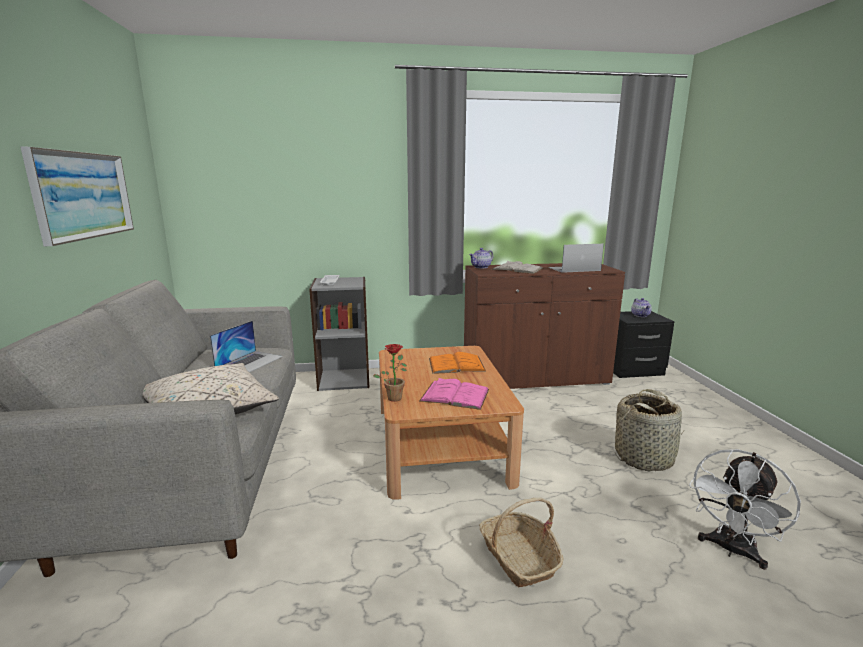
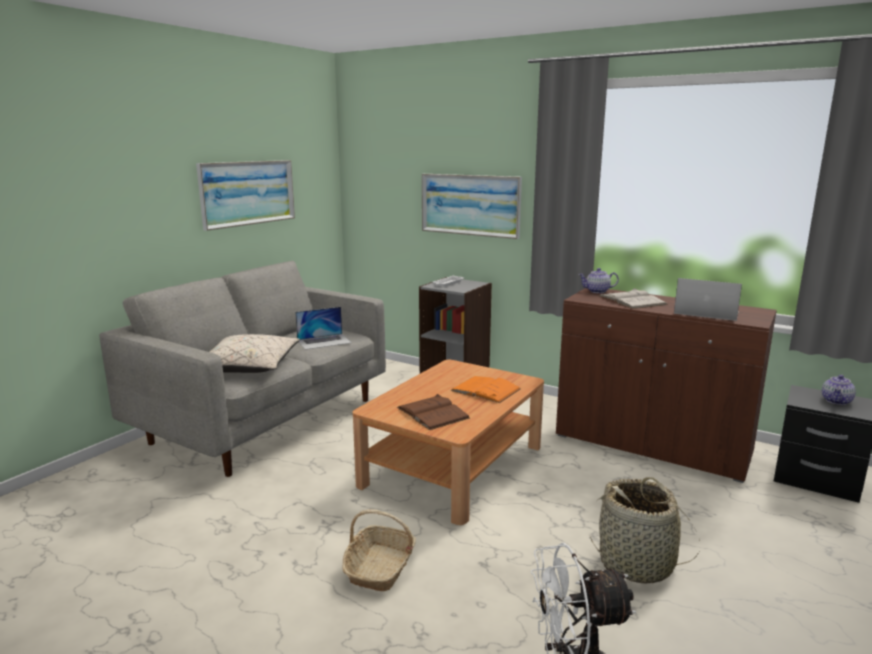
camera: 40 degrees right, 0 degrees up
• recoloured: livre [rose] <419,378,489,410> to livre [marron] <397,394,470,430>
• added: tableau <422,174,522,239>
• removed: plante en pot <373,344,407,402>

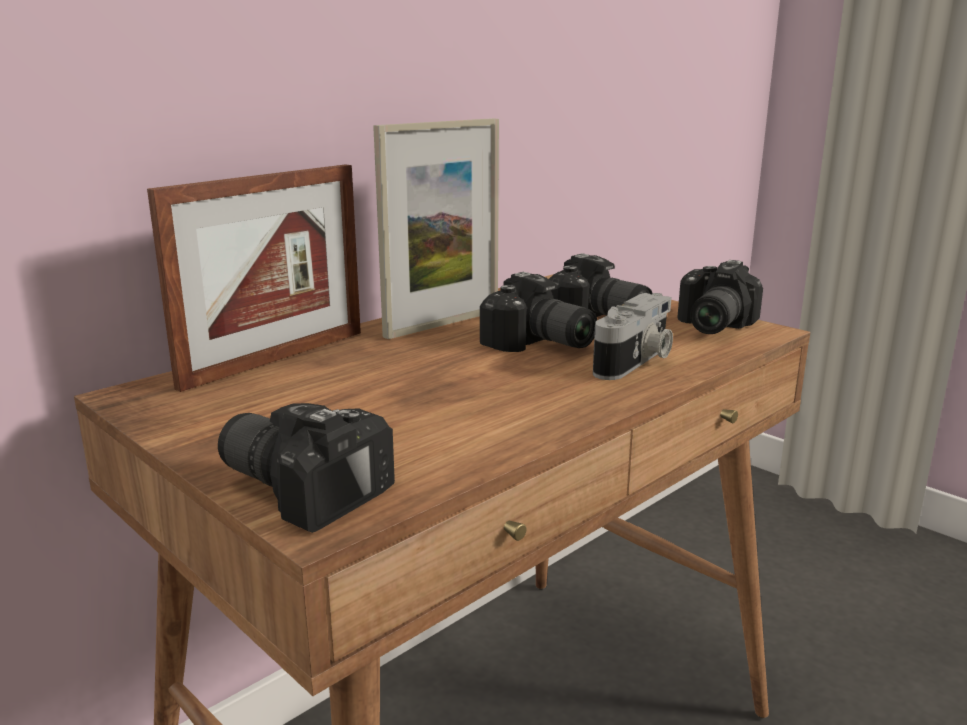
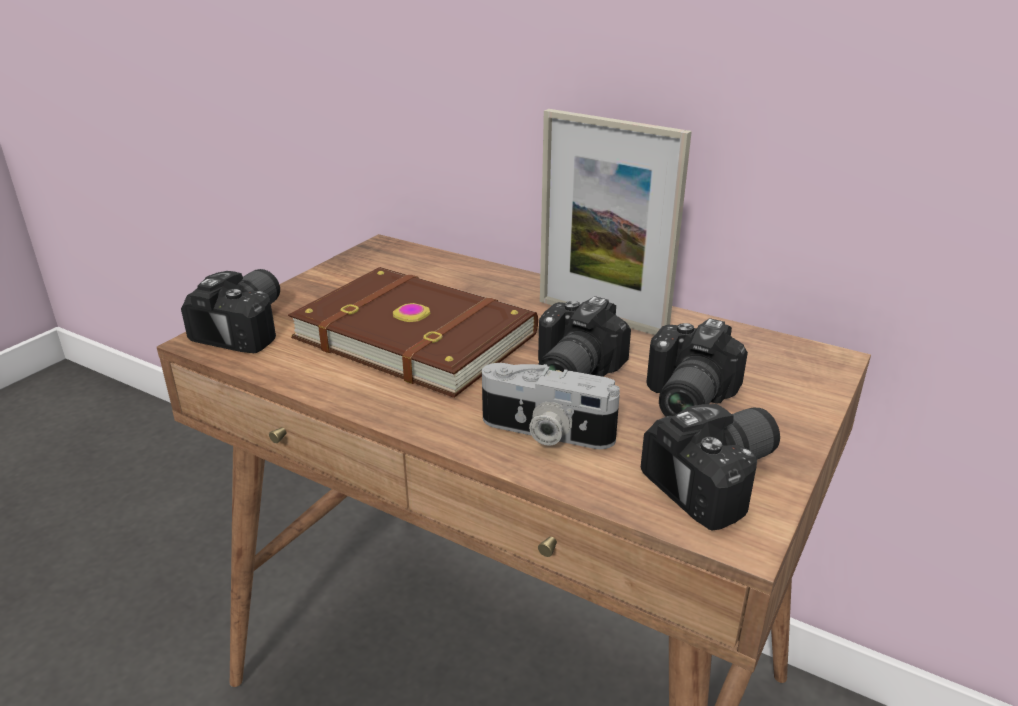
camera: 75 degrees right, 10 degrees up
• added: livre [marron] <288,267,538,398>
• turned: appareil photo <677,260,763,334> = <641,404,780,531> 135 degrees clockwise
• removed: cadre photo <147,165,361,392>

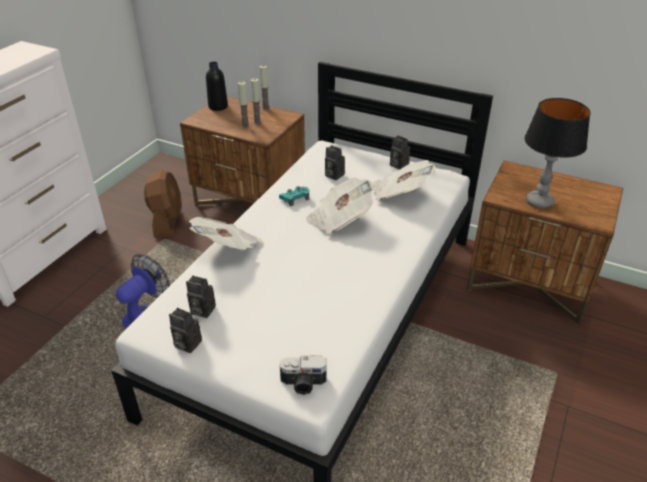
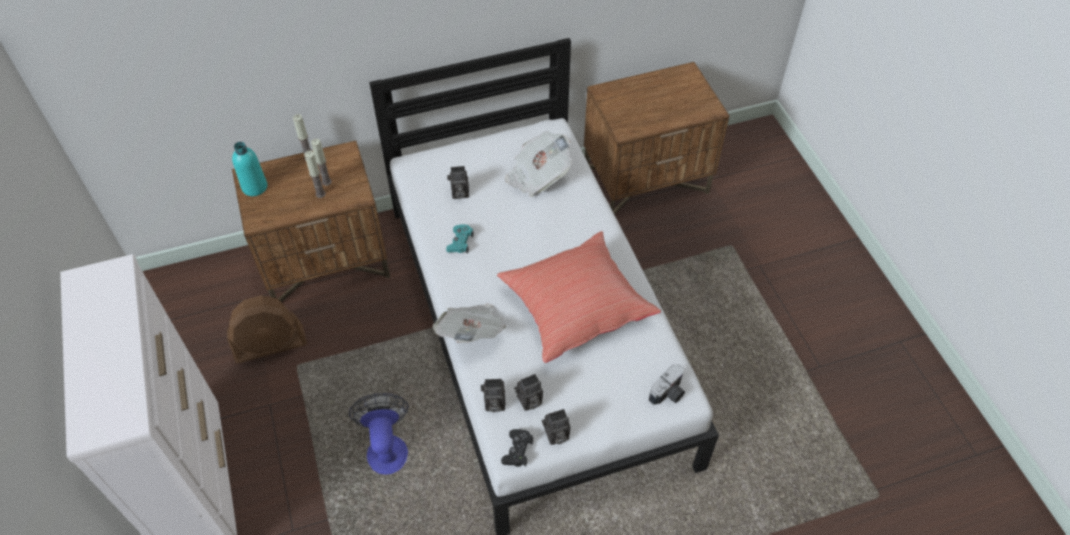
camera: 45 degrees left, 15 degrees up
• turned: ventilateur [marron] <144,170,182,237> = <227,295,307,363> 120 degrees clockwise
• recoloured: bouteille [noir] <206,62,228,111> to bouteille [turquoise] <232,142,267,196>
• moved: appareil photo <390,135,410,170> to <481,379,505,412>
• added: coussin [rouge] <497,231,661,363>
• added: manette [noir] <501,429,533,467>
• removed: journal <306,177,375,234>
• removed: lampe de table <524,98,590,209>

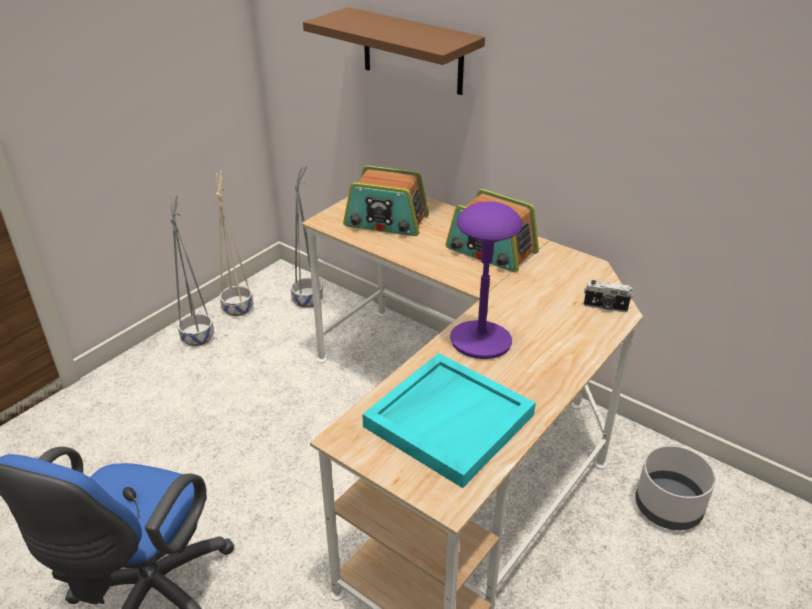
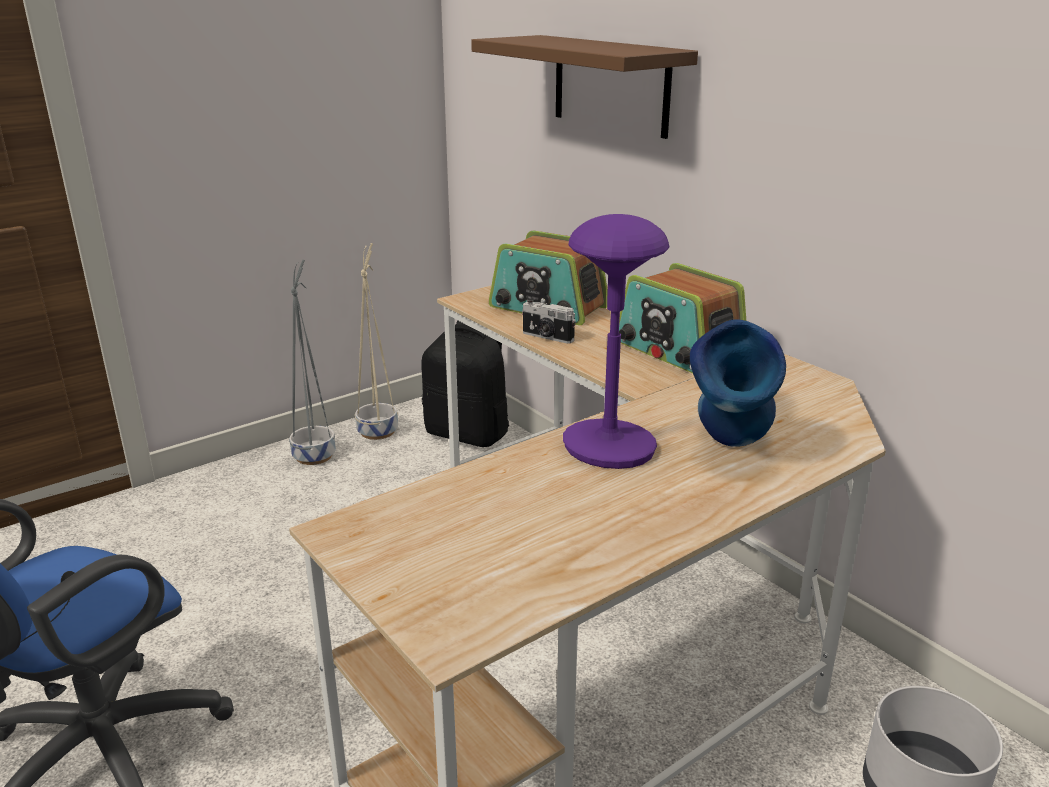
camera: 15 degrees right, 10 degrees down
• replaced: cache-pot [gris] <290,166,323,308> to sac à dos [noir] <421,321,509,447>
• moved: appareil photo <584,280,633,312> to <522,299,576,344>
• added: vase [bleu] <690,319,786,447>
• removed: plateau [turquoise] <362,353,536,488>

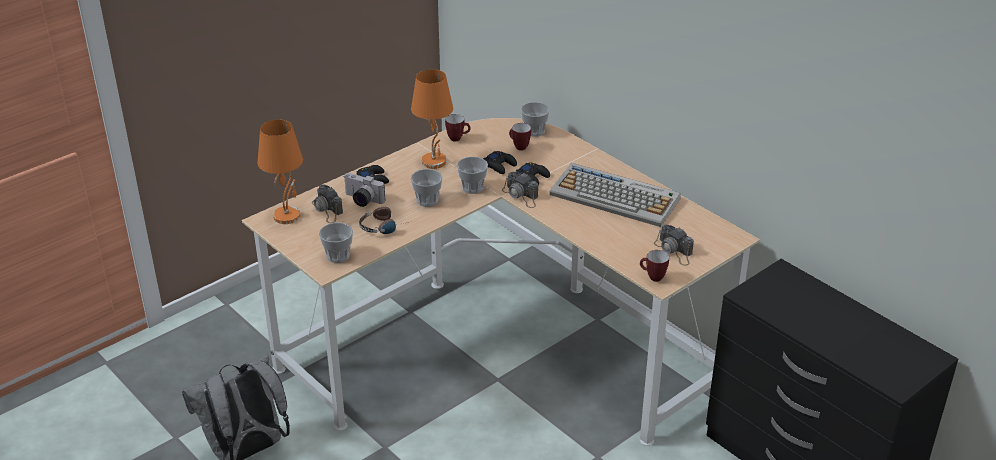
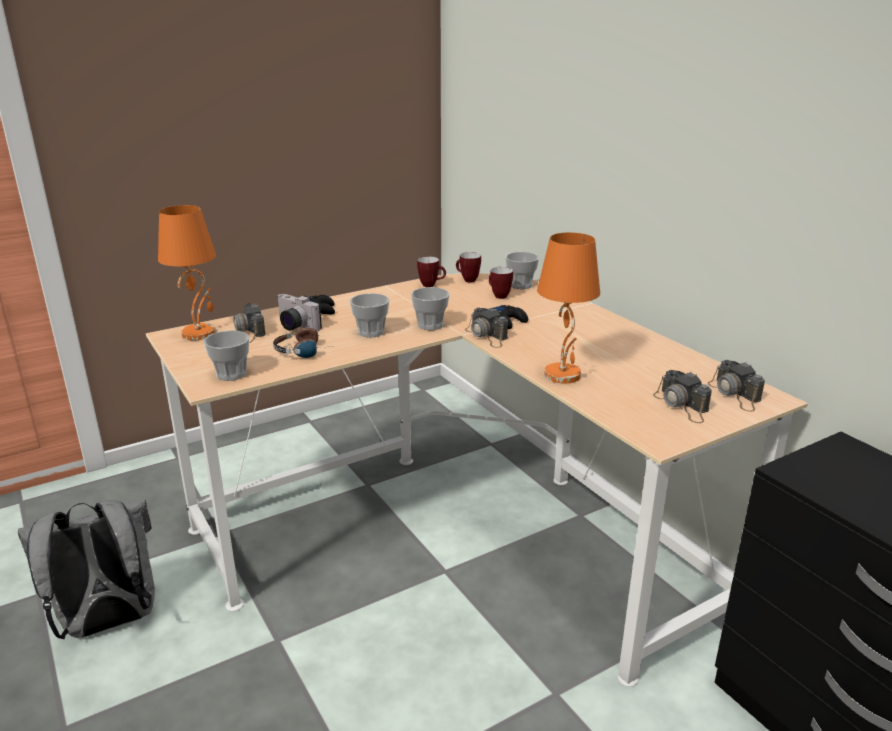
camera: 10 degrees right, 10 degrees down
• moved: mug <640,250,669,282> to <456,252,481,282>
• moved: lampe de table [orange] <411,69,453,169> to <537,232,600,384>
• added: appareil photo <707,360,765,412>
• removed: manette [noir] <483,151,517,174>
• removed: clavier <550,163,681,227>

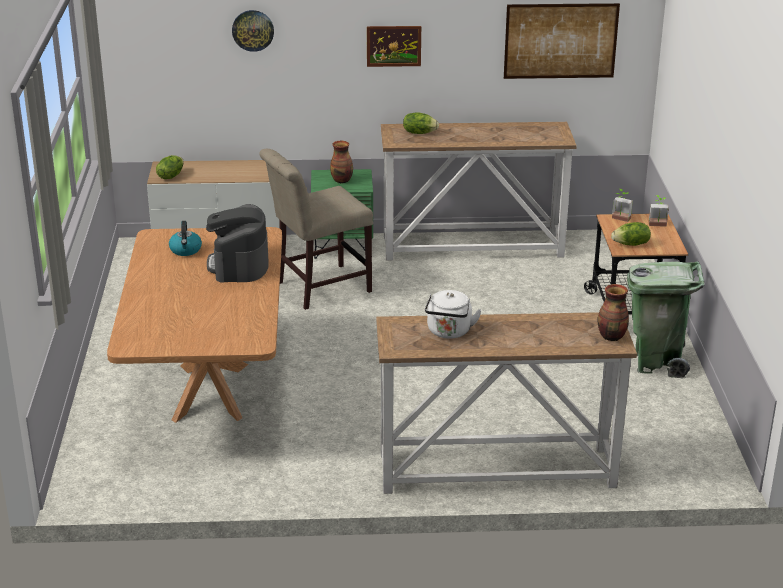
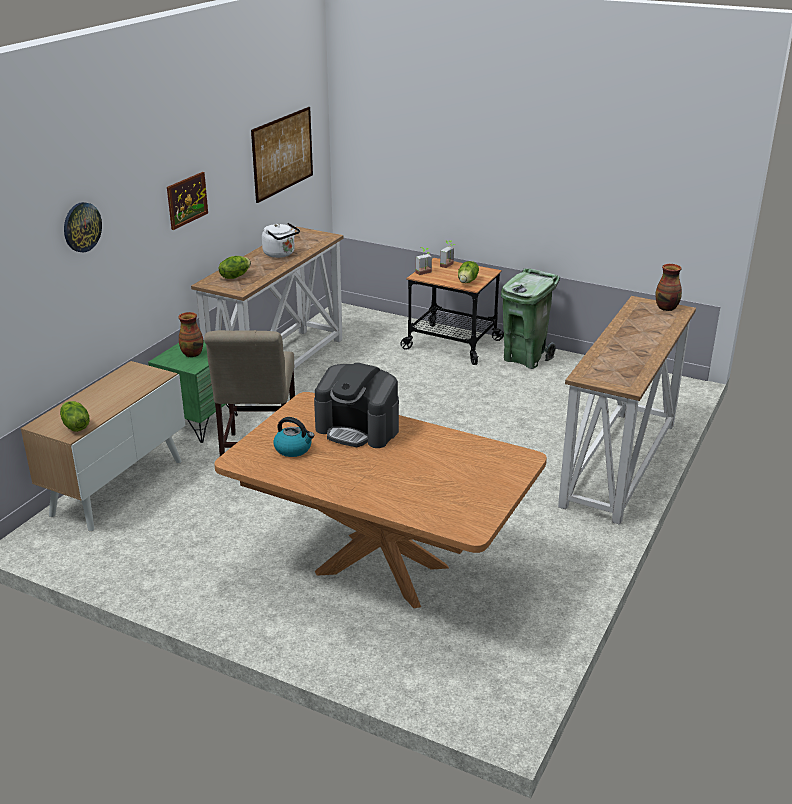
camera: 60 degrees left, 0 degrees up
• moved: bouilloire [blanc] <425,290,482,339> to <262,222,300,258>

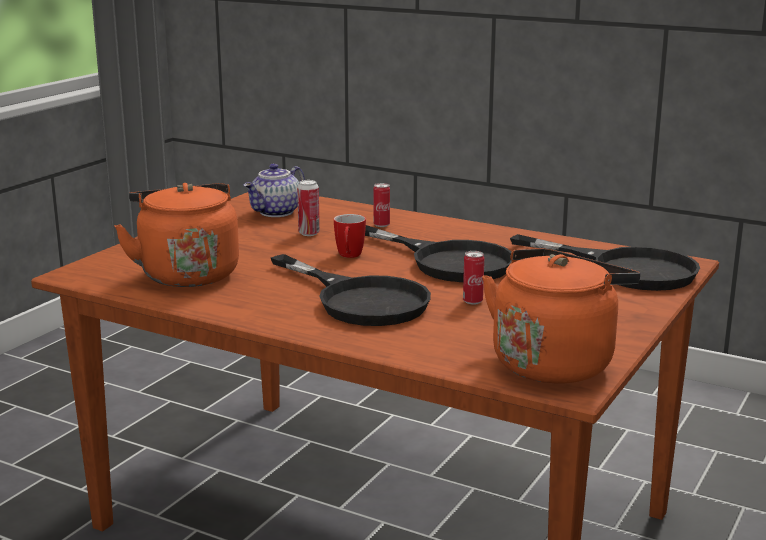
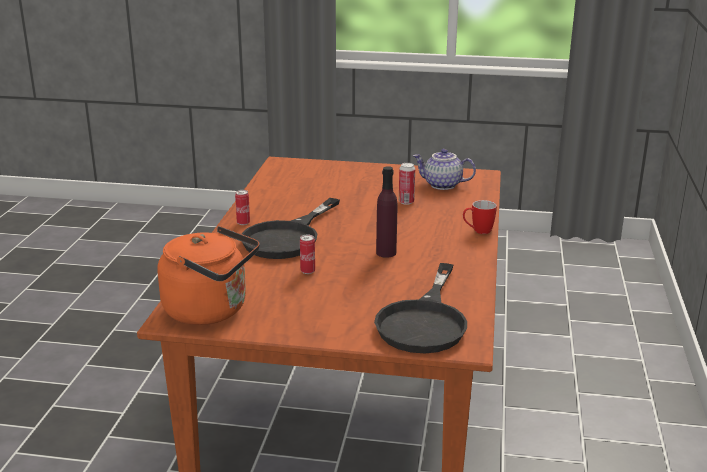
camera: 70 degrees right, 5 degrees up
• moved: boîte métallique <373,183,390,227> to <235,190,250,225>
• replaced: poêle [noir] <365,225,512,282> to bouteille [violet] <376,166,397,258>
• moved: mug <334,214,366,258> to <463,200,497,234>
• removed: bouilloire [orange] <114,183,239,287>

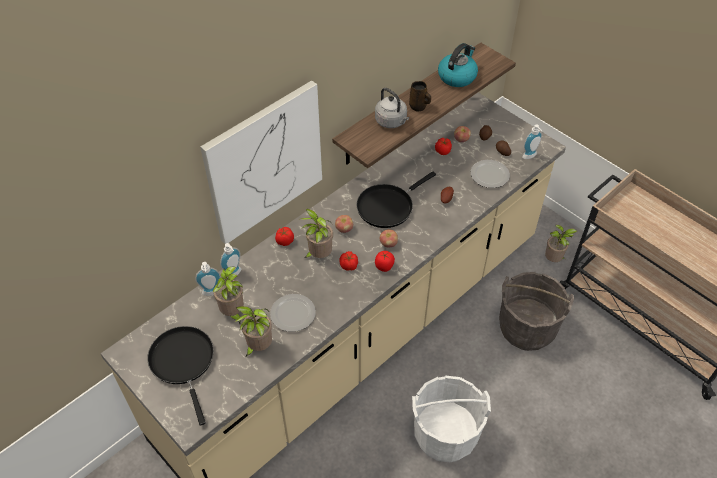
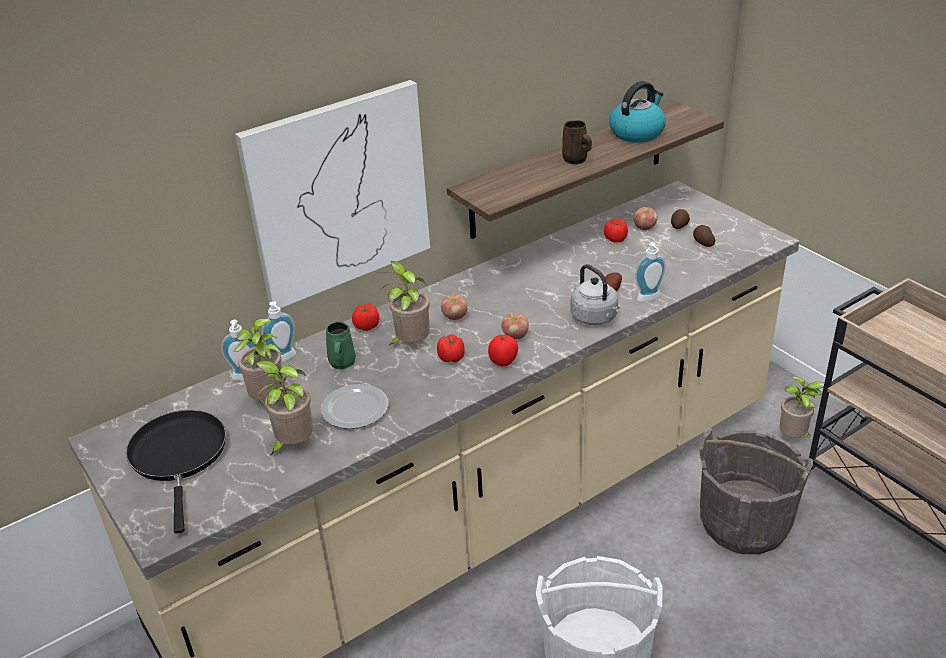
camera: 10 degrees right, 15 degrees down
• added: mug [vert] <326,321,356,369>
• moved: bouilloire [gris] <375,88,409,128> to <570,264,620,325>
• moved: distributeur de savon <522,124,542,159> to <635,242,666,302>
• removed: poêle [noir] <356,171,436,228>
• removed: assiette <471,160,510,188>

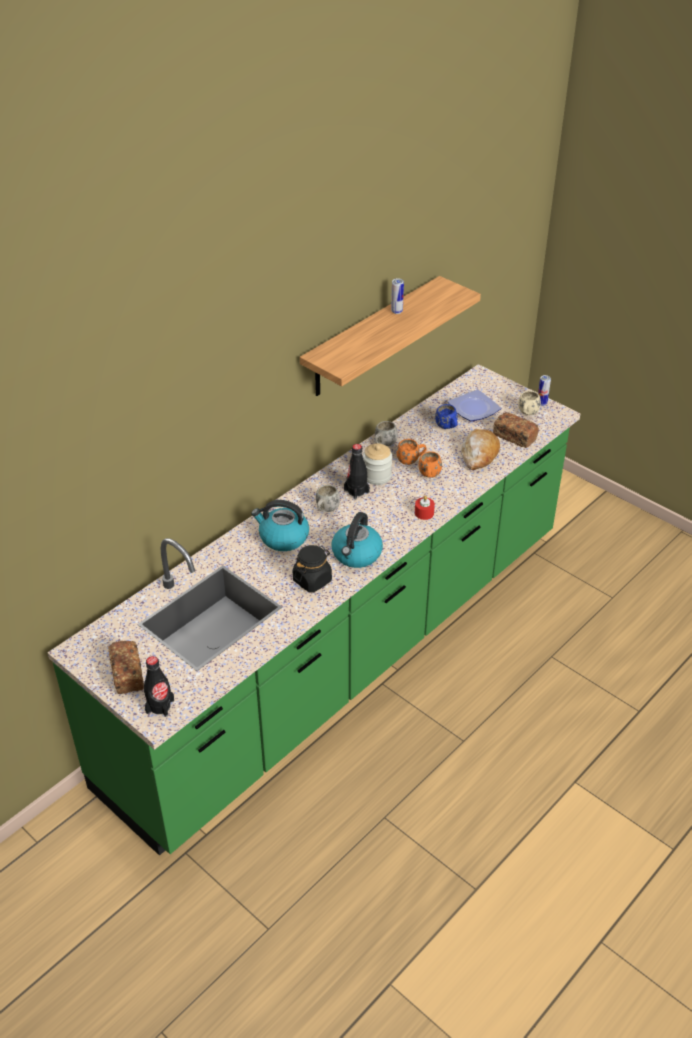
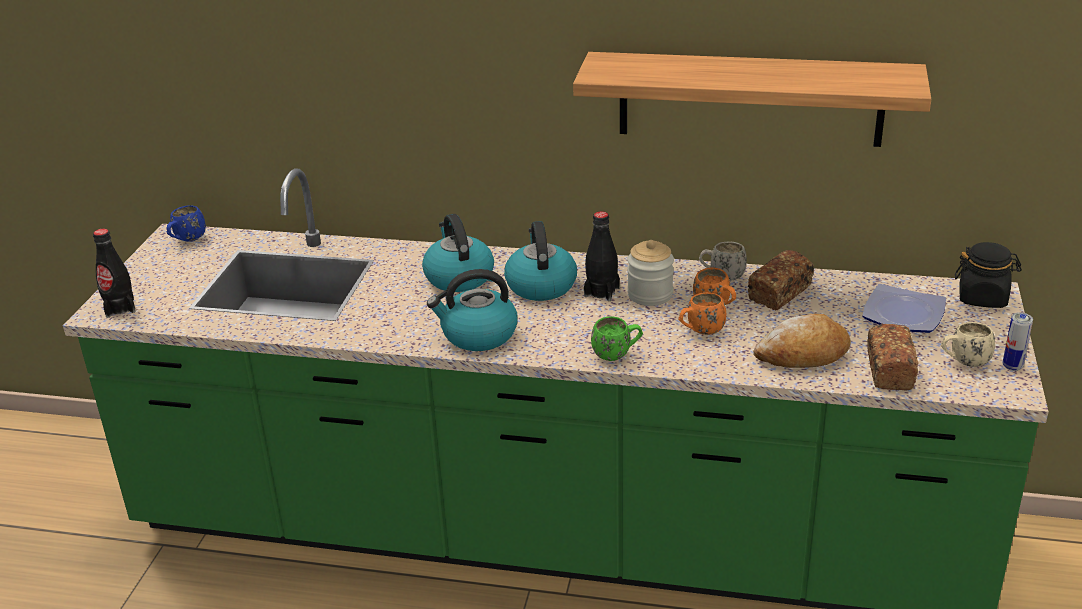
camera: 60 degrees right, 10 degrees down
• moved: mug [bleu] <435,404,458,429> to <167,205,206,242>
• replaced: mug [blanc] <316,485,340,512> to bouilloire <504,221,577,301>
• replaced: bougie [rouge] <415,495,435,520> to mug [vert] <591,316,643,361>
• moved: pain <108,641,144,694> to <748,250,814,310>
• moved: bocal [noir] <293,545,332,593> to <955,242,1022,308>
• removed: boîte métallique <391,278,404,314>

